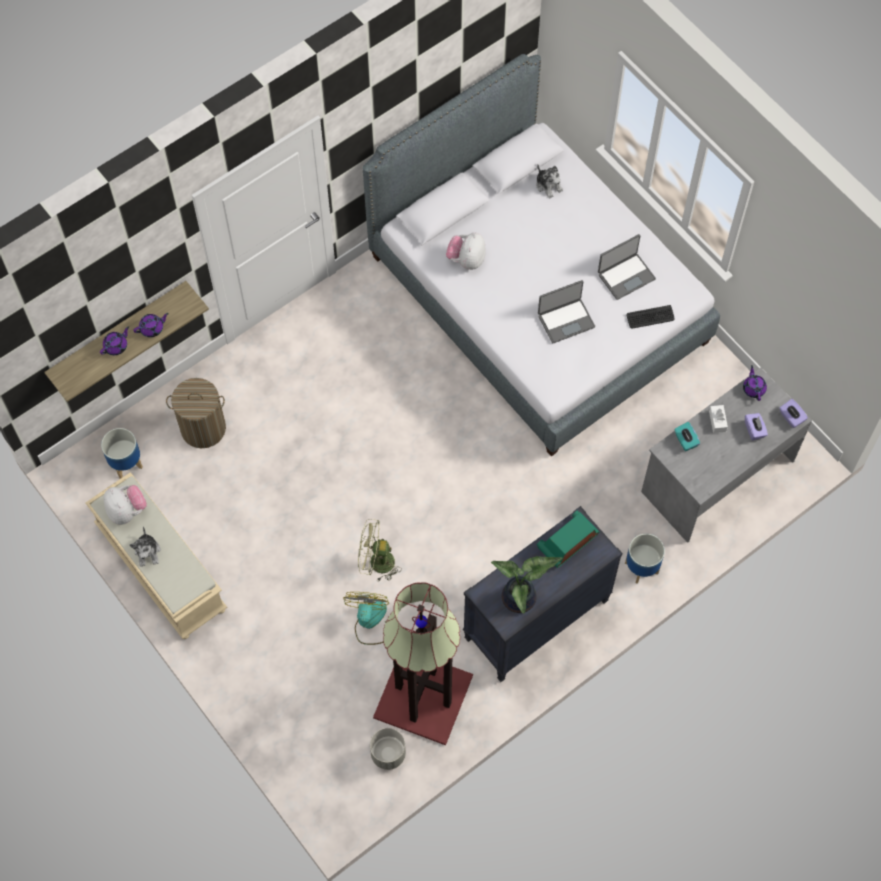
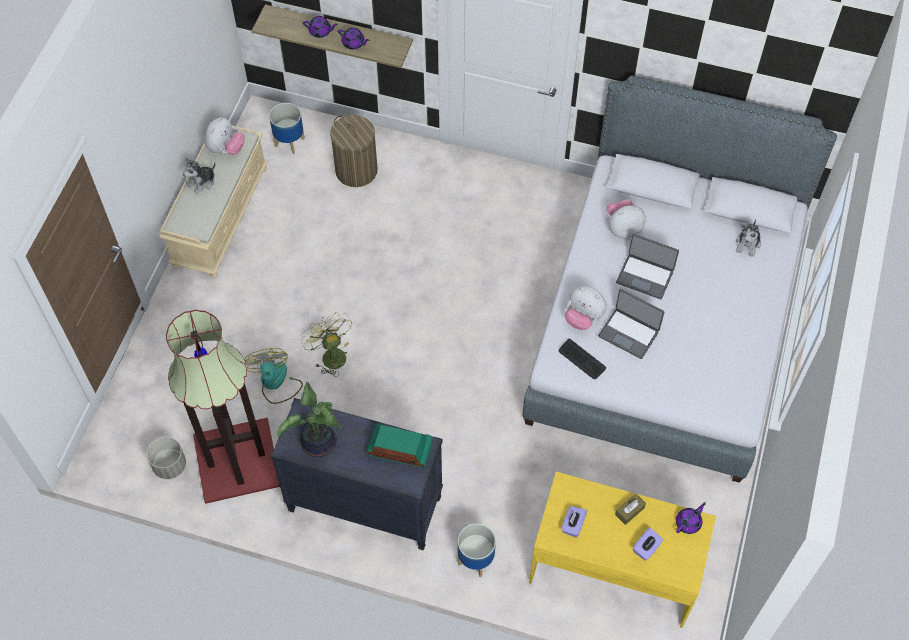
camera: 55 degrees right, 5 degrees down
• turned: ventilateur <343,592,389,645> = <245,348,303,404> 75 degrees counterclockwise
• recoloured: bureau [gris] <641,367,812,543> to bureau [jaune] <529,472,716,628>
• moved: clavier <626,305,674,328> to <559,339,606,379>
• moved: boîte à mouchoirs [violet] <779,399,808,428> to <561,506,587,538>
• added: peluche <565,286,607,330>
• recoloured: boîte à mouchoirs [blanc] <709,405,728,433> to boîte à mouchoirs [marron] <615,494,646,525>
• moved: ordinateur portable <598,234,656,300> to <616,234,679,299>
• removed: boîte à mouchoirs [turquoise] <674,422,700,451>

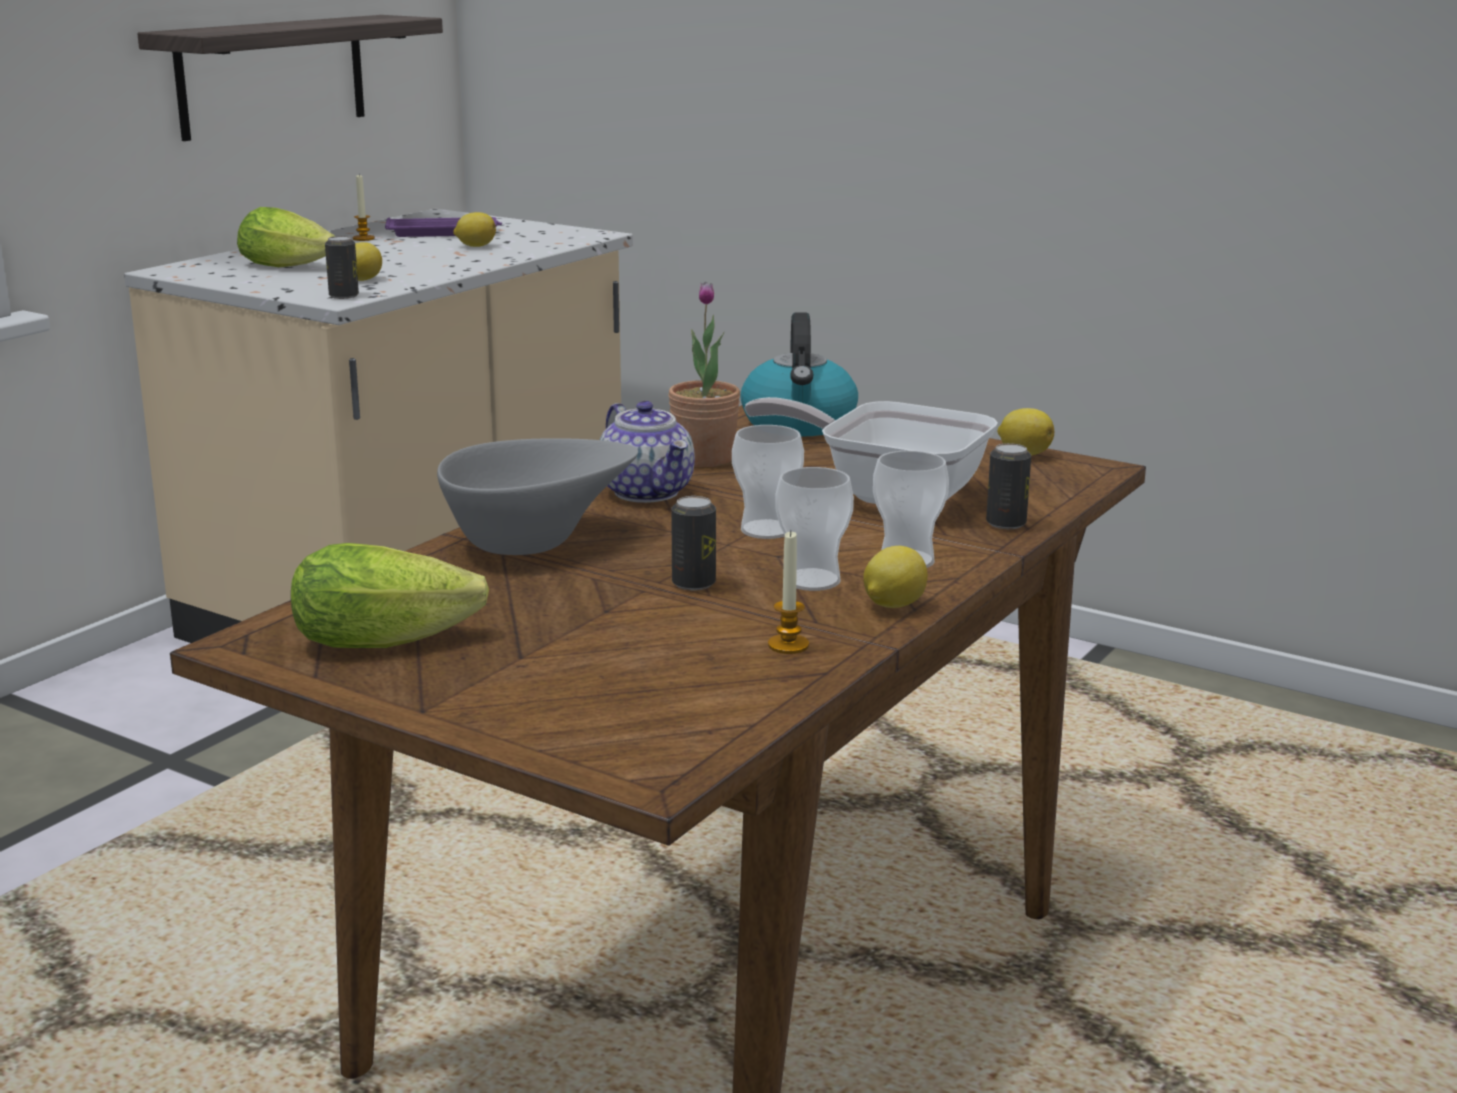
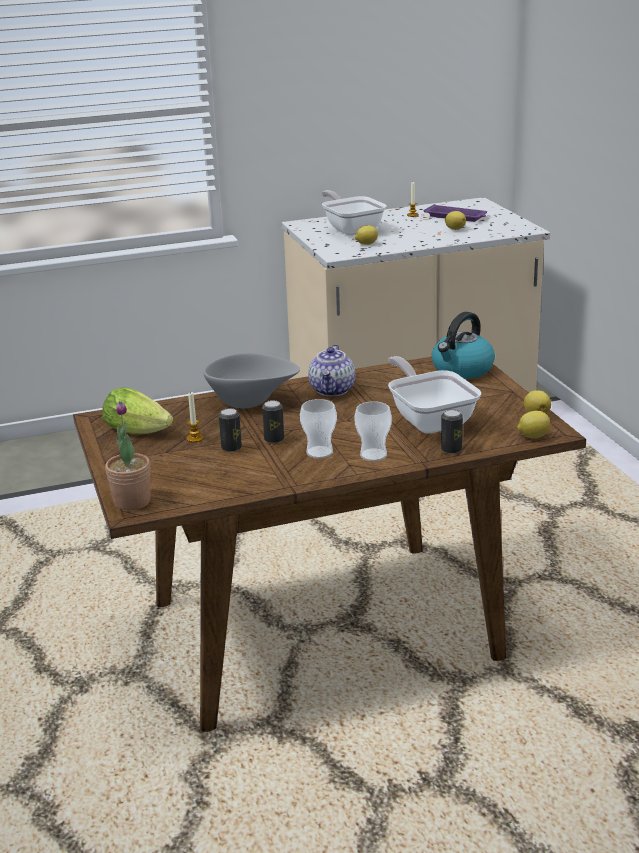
camera: 40 degrees right, 5 degrees up
• moved: plante en pot <668,282,740,467> to <105,401,150,510>
• moved: bougie <768,530,809,654> to <186,392,204,442>
• moved: boîte métallique <325,236,359,299> to <219,408,242,452>
• replaced: laitue <237,207,335,267> to poêle <321,190,387,236>
• moved: citron <863,546,928,608> to <517,411,550,438>
• removed: étagère <137,15,443,141>
• removed: tasse <732,425,804,539>

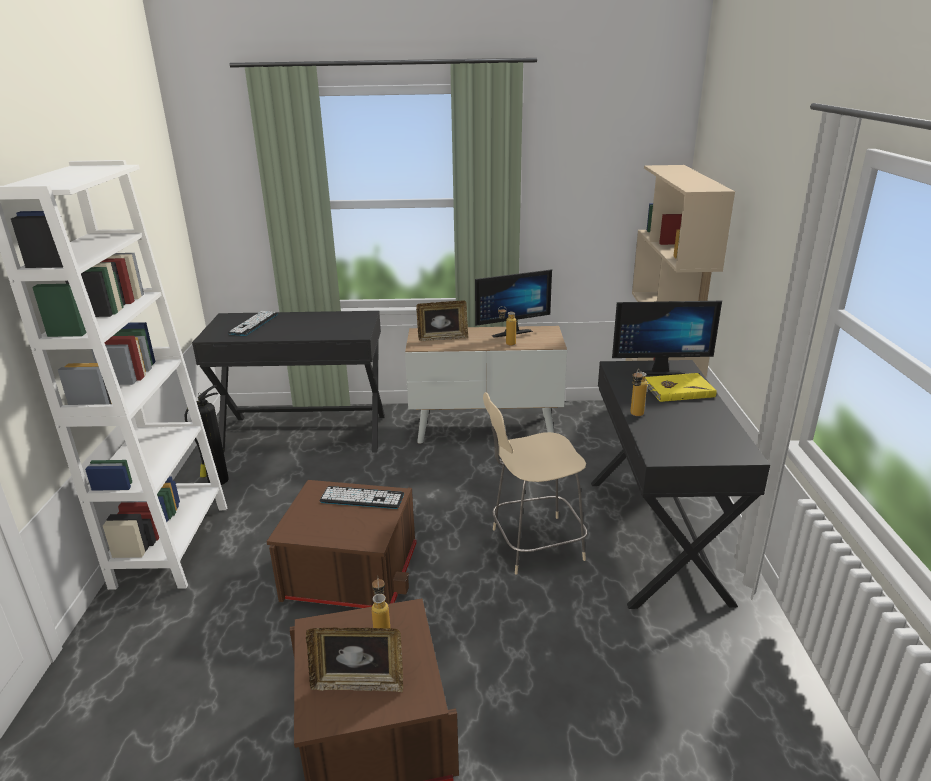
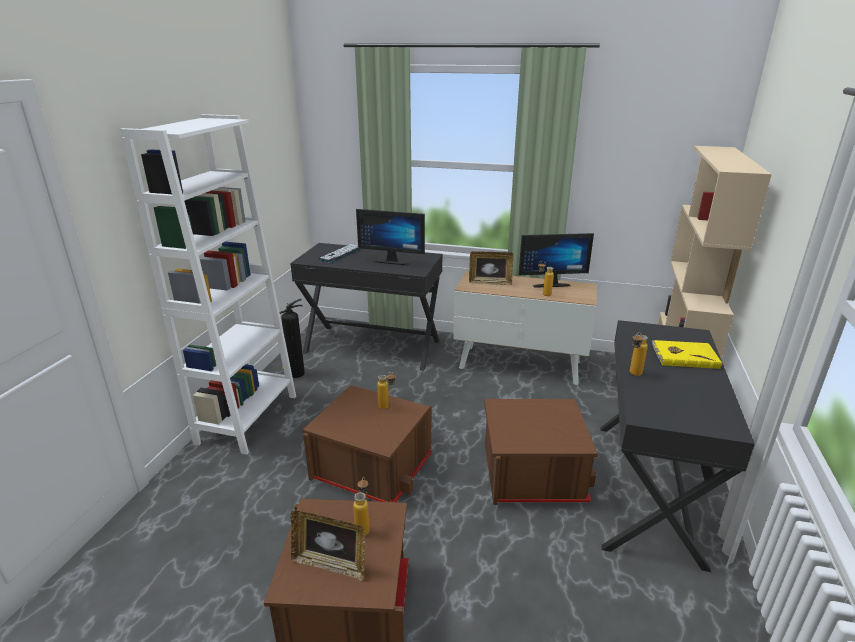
camera: 15 degrees right, 0 degrees up
• moved: écran d'ordinateur <612,301,722,376> to <356,209,425,265>
• replaced: clavier <320,486,404,509> to bouteille <377,372,395,409>
• replaced: chaise [beige] <483,392,587,575> to boîte de rangement [marron] <484,399,598,505>

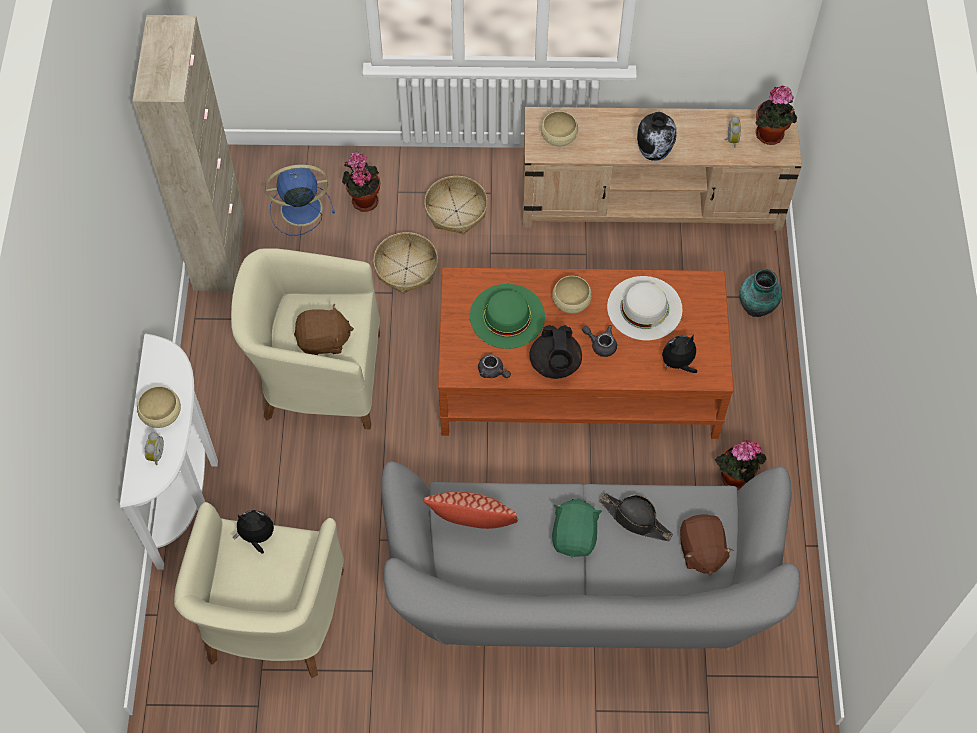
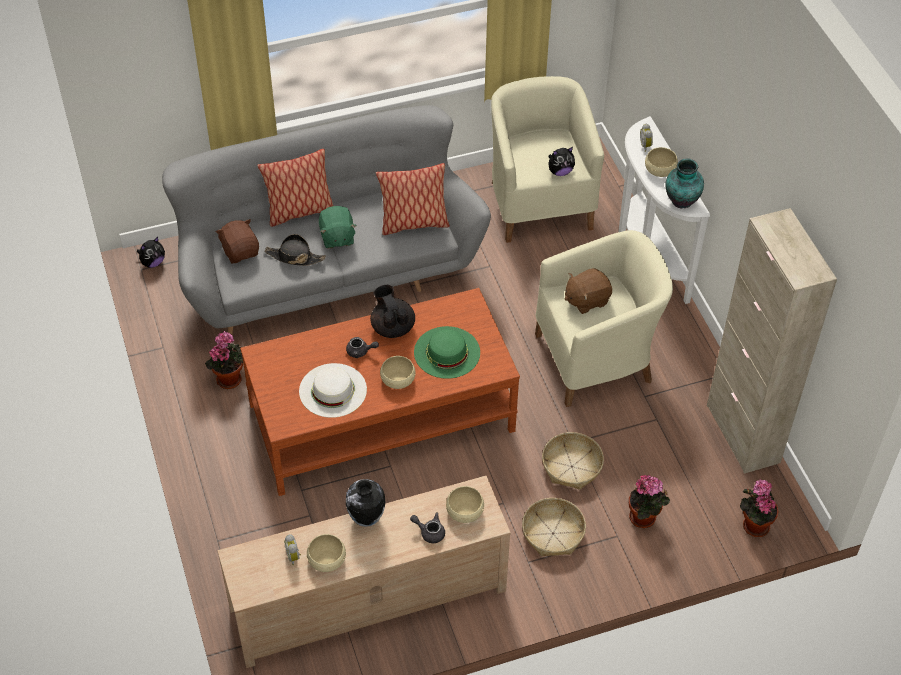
camera: 160 degrees right, 10 degrees down
• moved: peluche <662,335,697,373> to <137,237,165,268>
• added: coussin <257,149,333,227>
• added: bol [beige] <307,534,346,572>
• moved: théière [gris] <478,354,511,378> to <410,512,445,543>
• moved: vase <739,269,782,317> to <665,158,704,208>
• moved: plante en pot <755,85,797,145> to <740,479,779,537>
• removed: ventilateur [bleu] <265,164,335,236>

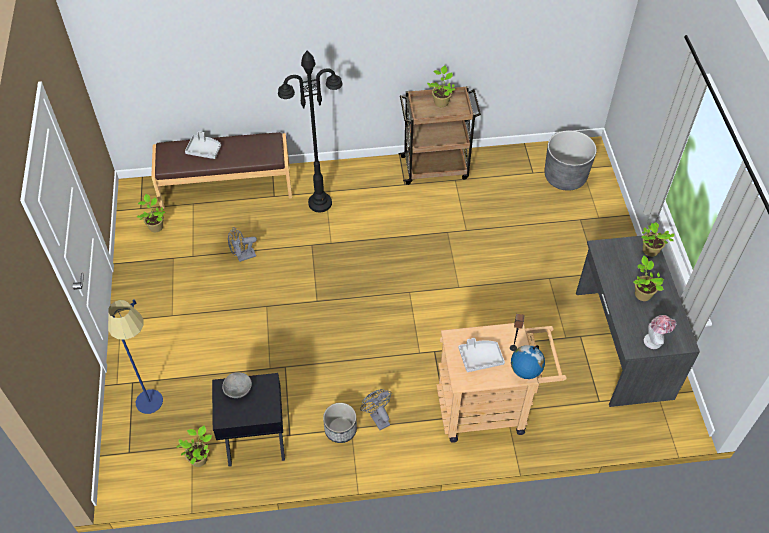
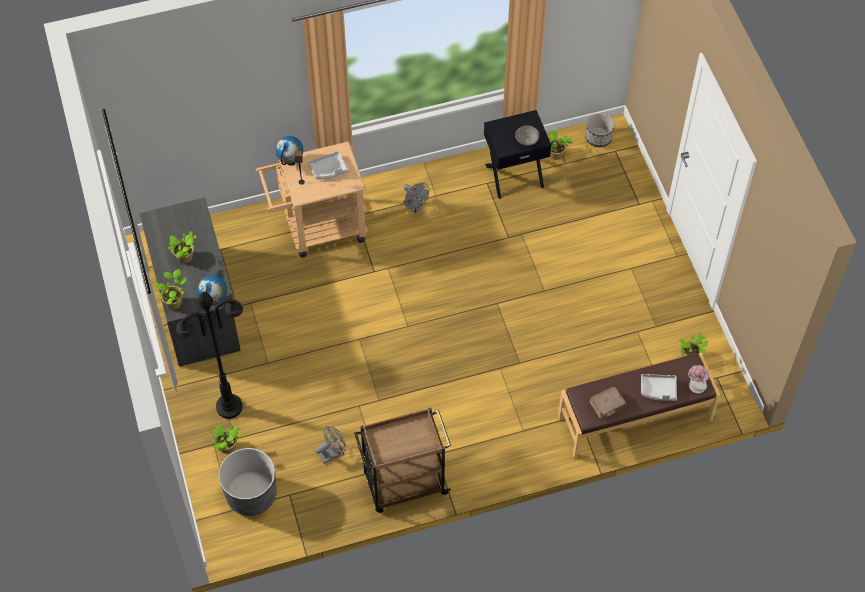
camera: 170 degrees right, 5 degrees up
• moved: lampadaire [noir] <278,51,343,212> to <176,292,243,419>
• added: globe <197,275,227,305>
• moved: plante en pot <427,65,455,107> to <211,424,242,454>
• moved: ventilateur [gris] <228,227,257,262> to <315,426,346,464>
• moved: cache-pot <323,403,357,443> to <585,113,615,147>
• added: livre [marron] <590,387,627,419>
• moved: chapeau <644,315,676,349> to <688,365,709,393>
• removed: lampadaire [bleu] <108,299,163,414>

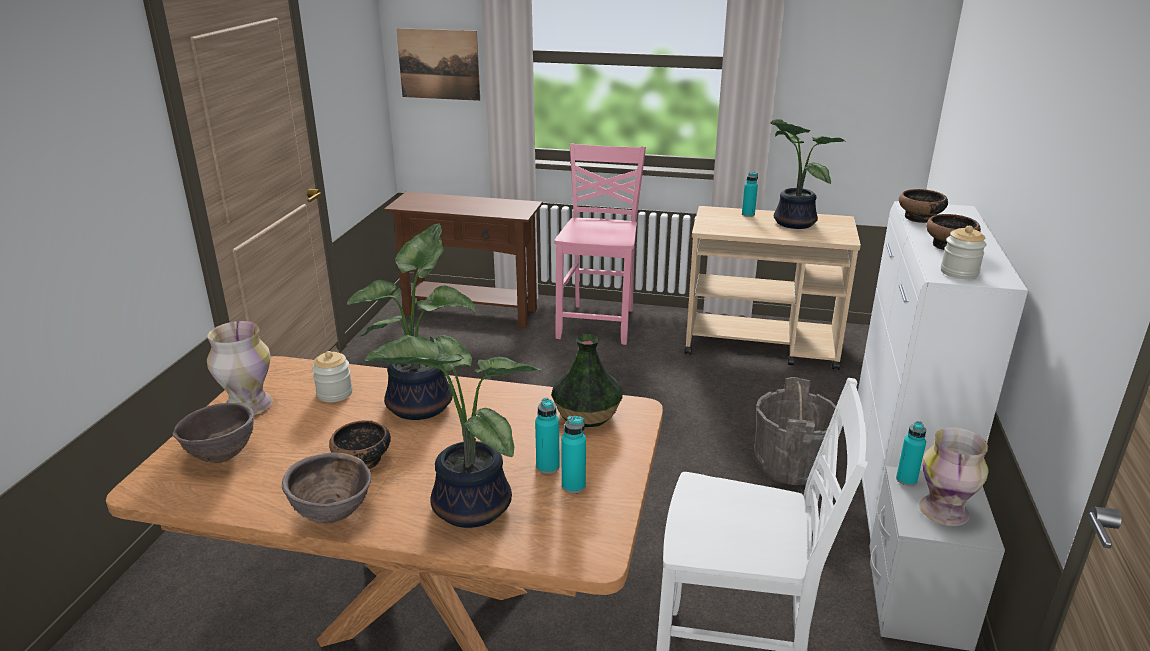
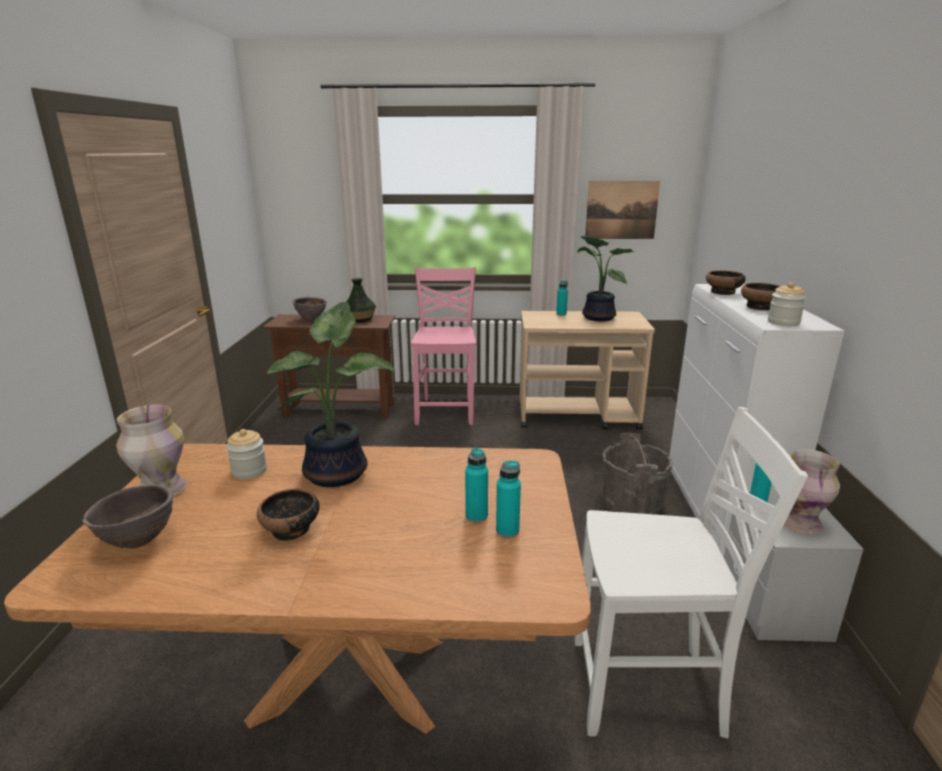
camera: 10 degrees left, 5 degrees down
• moved: bol [marron] <282,453,371,524> to <292,297,327,320>
• moved: vase <551,334,623,427> to <346,278,376,322>
• moved: tableau <396,28,480,101> to <585,181,660,239>
• removed: plante en pot <365,335,542,528>

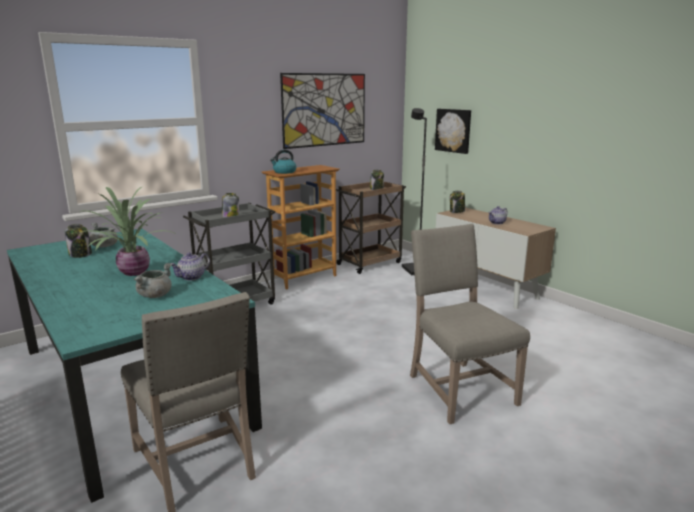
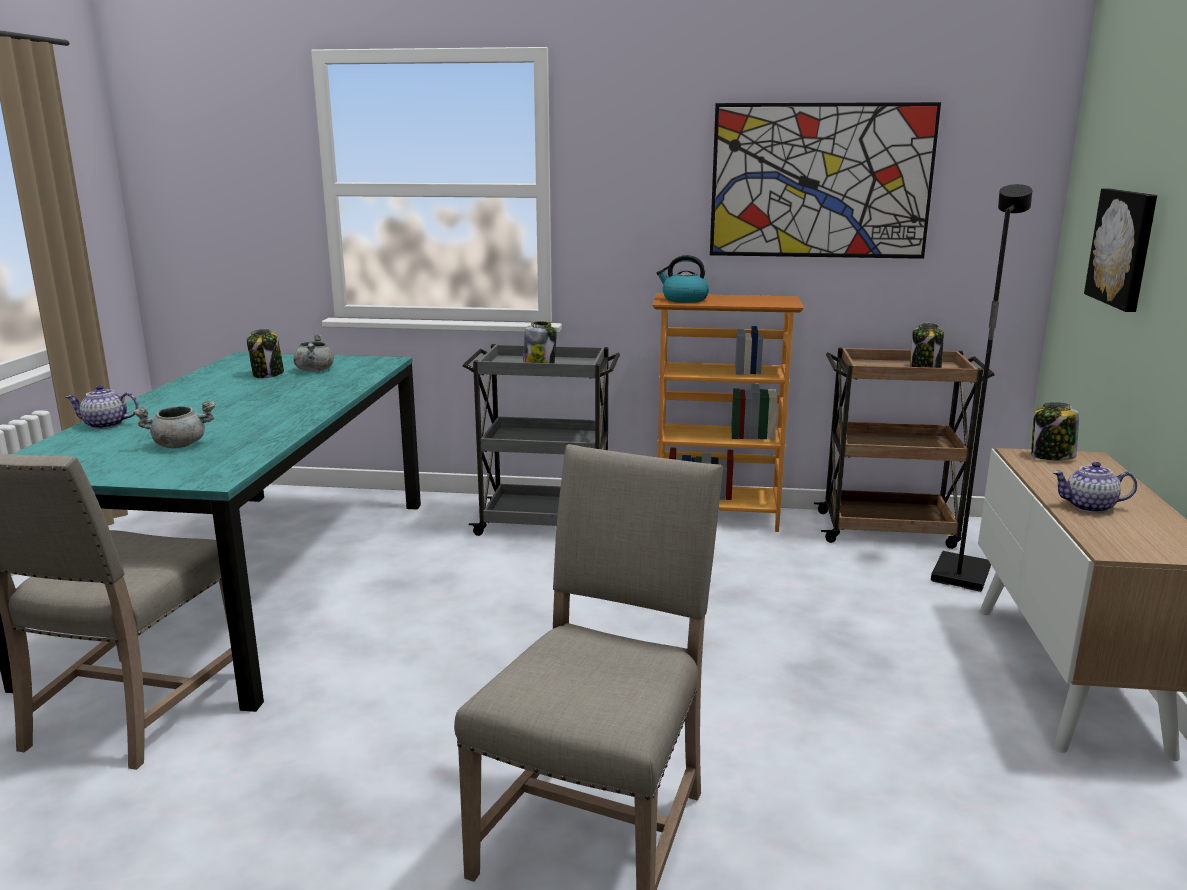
camera: 45 degrees right, 0 degrees up
• moved: théière <171,252,210,281> to <66,385,139,429>
• removed: plante en pot <79,187,177,276>

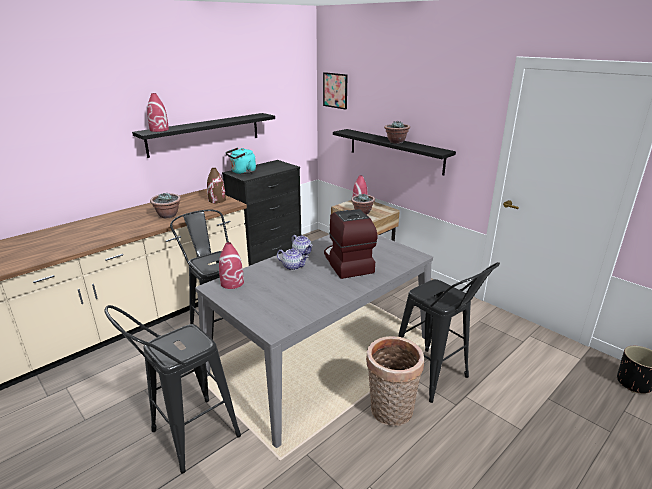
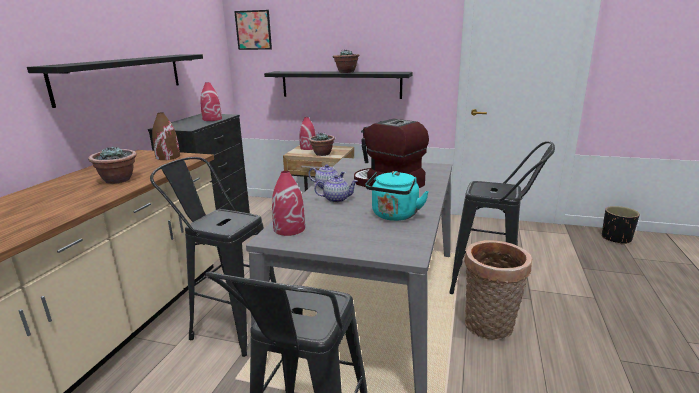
camera: 30 degrees left, 5 degrees down
• moved: vase [rouge] <147,93,169,132> to <200,82,222,121>
• moved: bouilloire [turquoise] <225,148,256,174> to <365,171,429,221>

